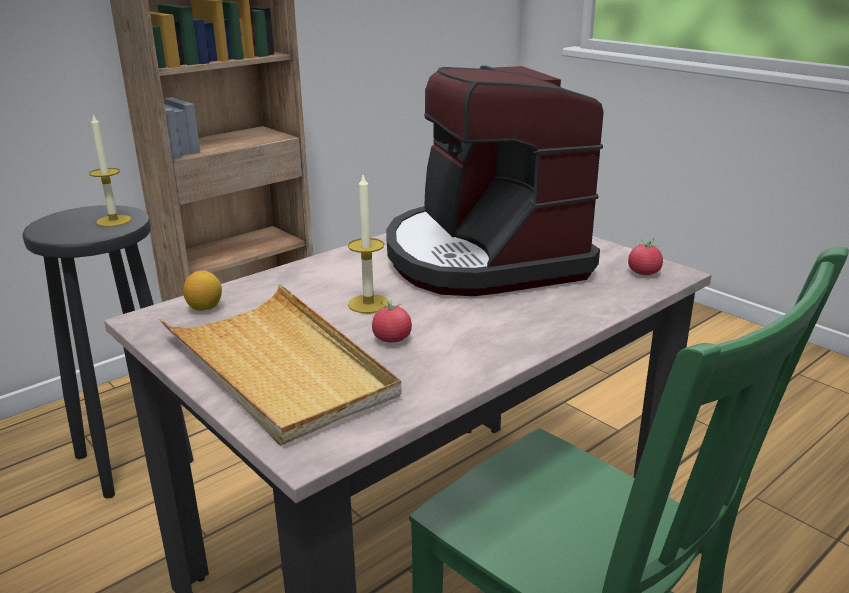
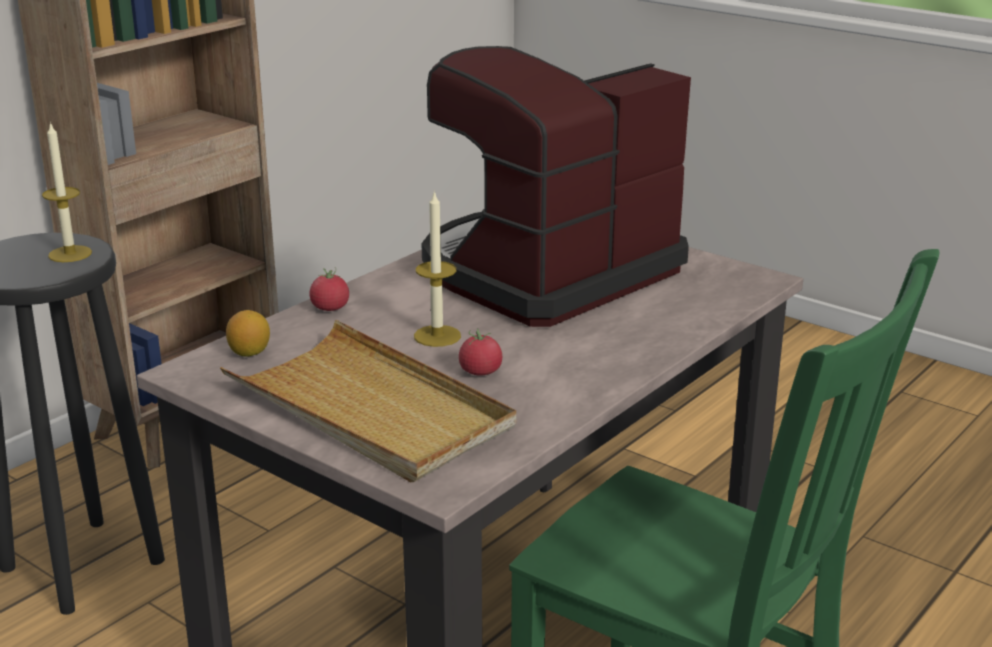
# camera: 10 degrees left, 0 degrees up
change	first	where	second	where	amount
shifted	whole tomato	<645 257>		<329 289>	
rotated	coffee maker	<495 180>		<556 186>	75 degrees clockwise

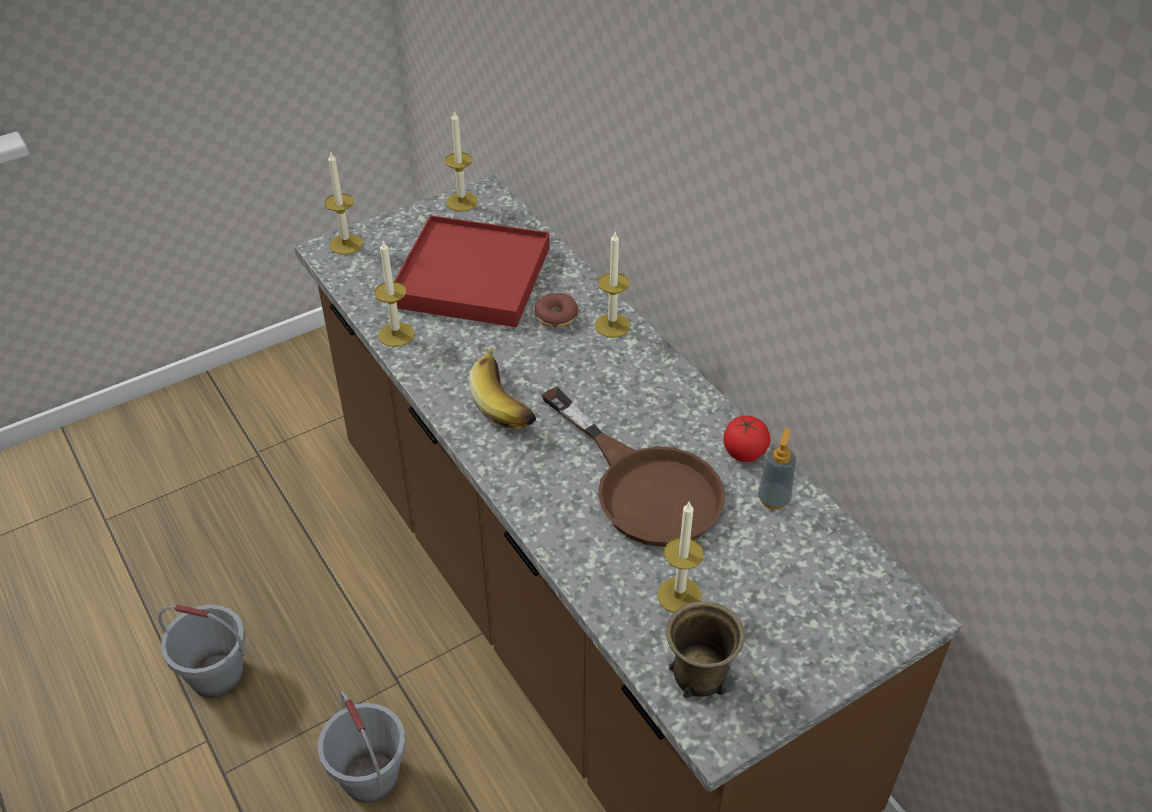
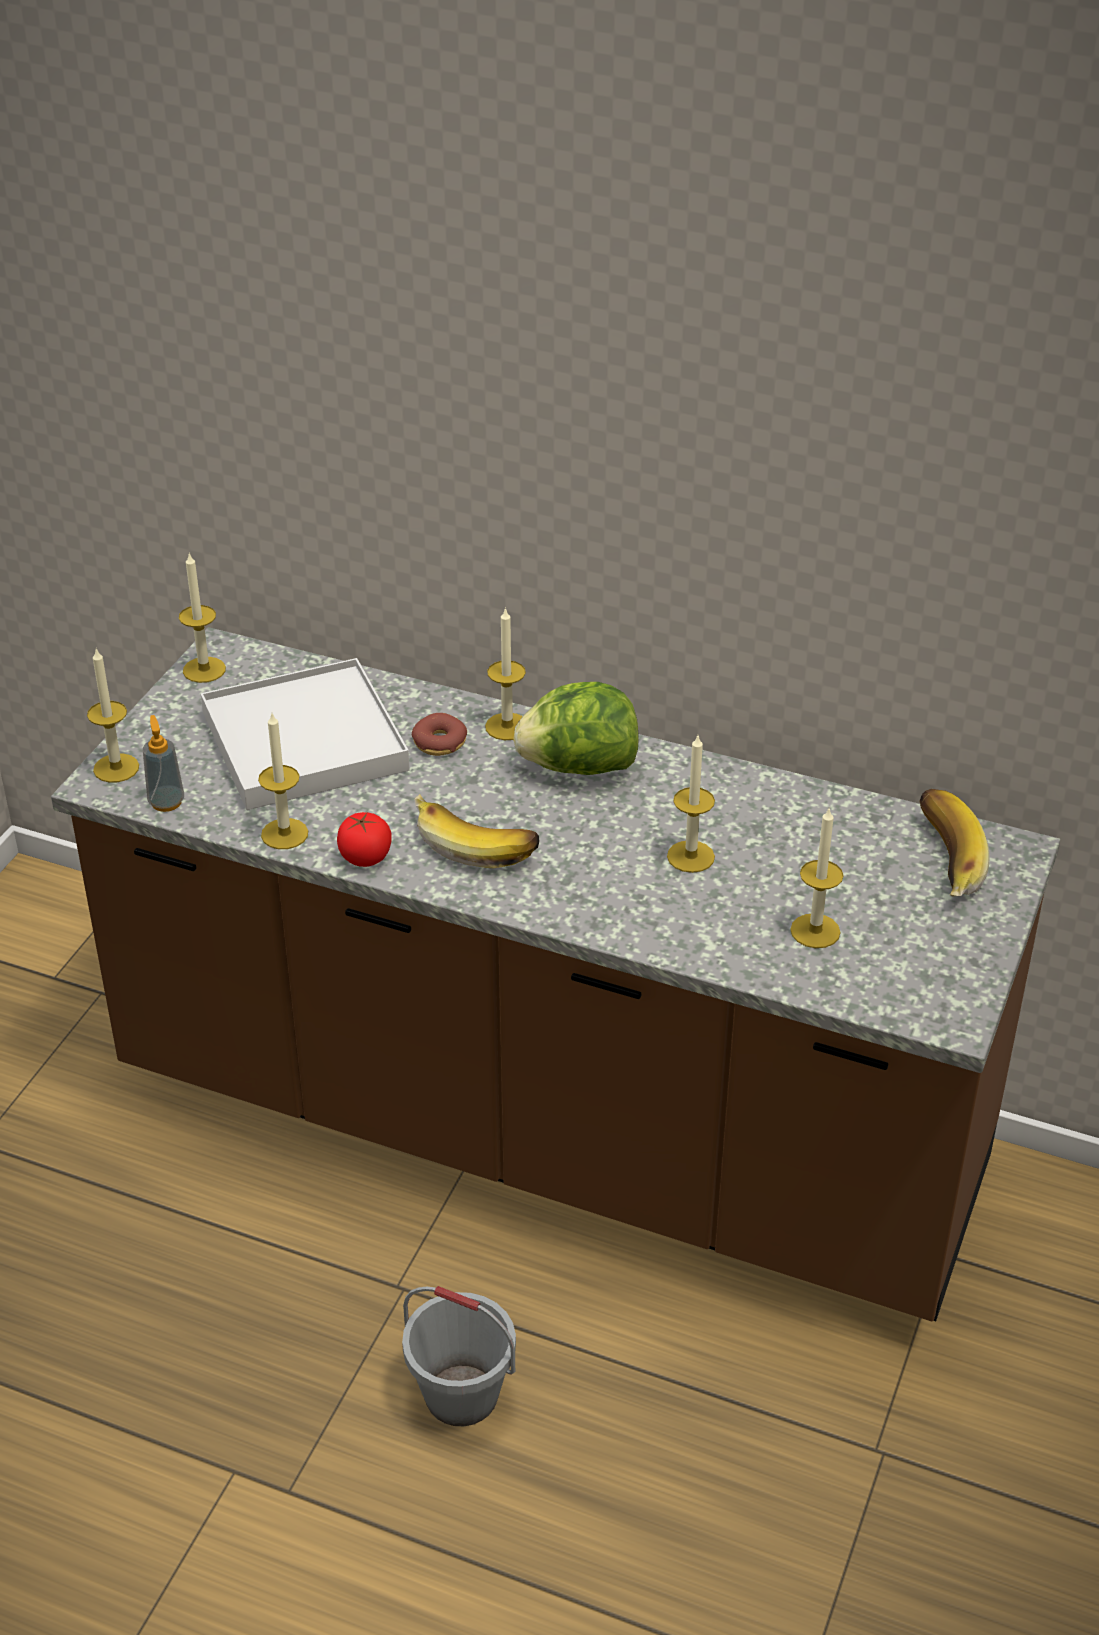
# camera: 35 degrees left, 5 degrees down
change	first	where	second	where	amount
gone	gray bucket	<202 651>			
gone	brownish mug	<705 649>			
new			head of lettuce	<575 728>	
new			banana	<954 843>	
shifted	whole tomato	<747 439>		<364 839>	
shifted	soap dispenser	<777 469>		<163 763>	
swapped	brownish frying pan	<633 467>	wax light	<691 804>	
repainted	red-coloured carrying tray	<472 271>	white-coloured carrying tray	<305 734>	

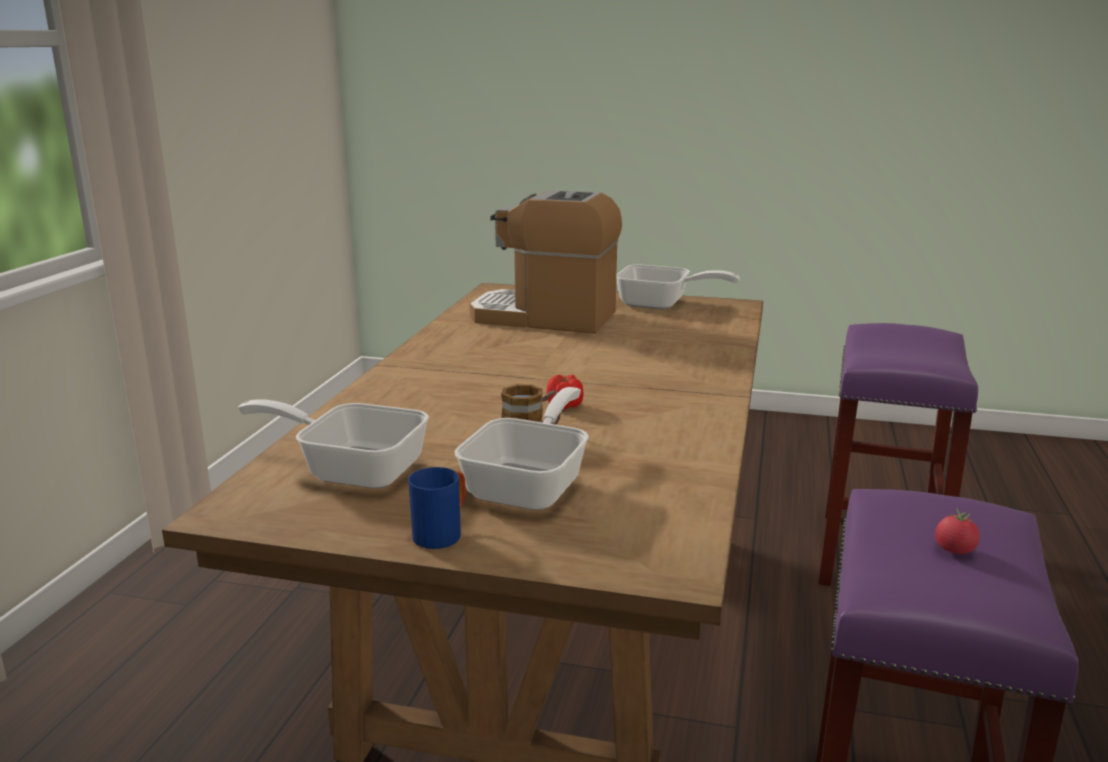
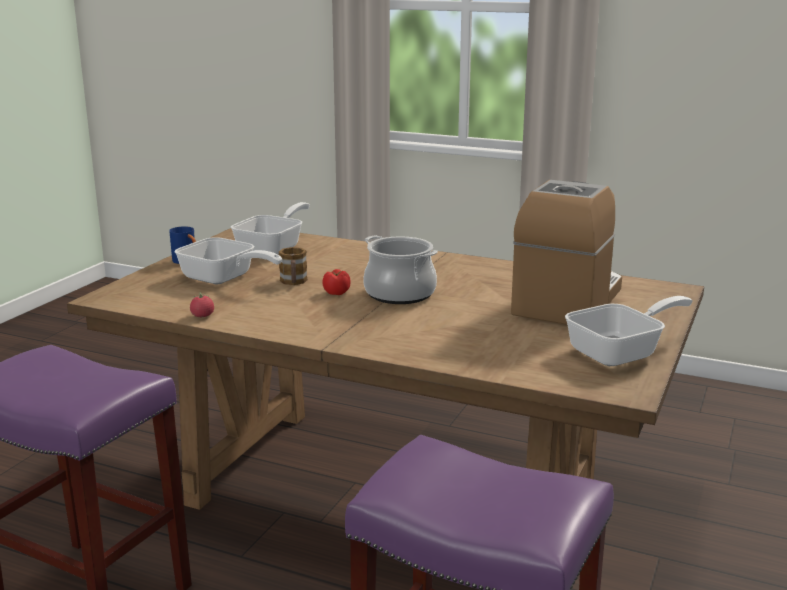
# camera: 100 degrees right, 0 degrees up
change	first	where	second	where	amount
new			cooking pot	<400 269>	
shifted	whole tomato	<957 531>		<202 304>	
rotated	frying pan	<678 286>		<629 331>	150 degrees counterclockwise

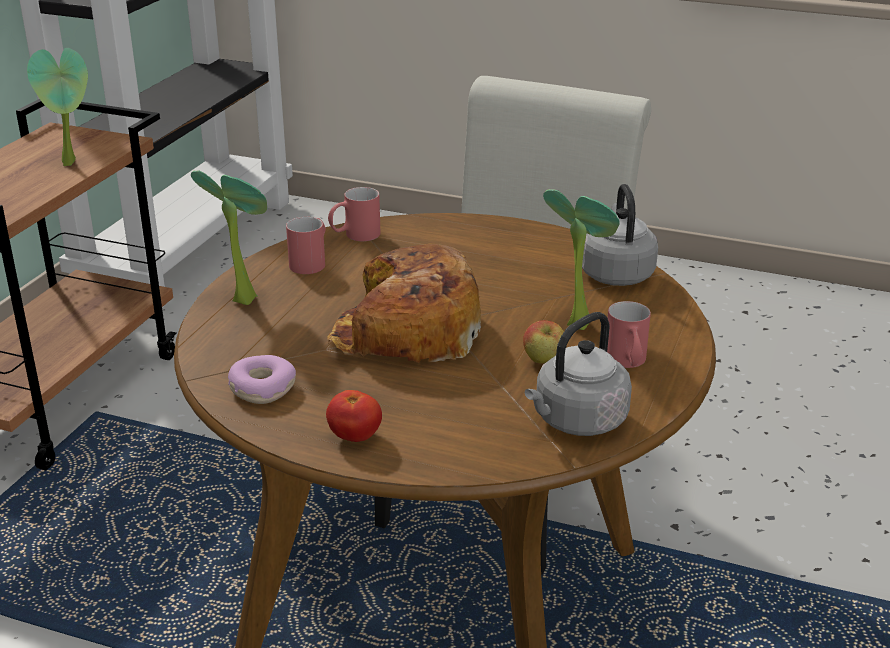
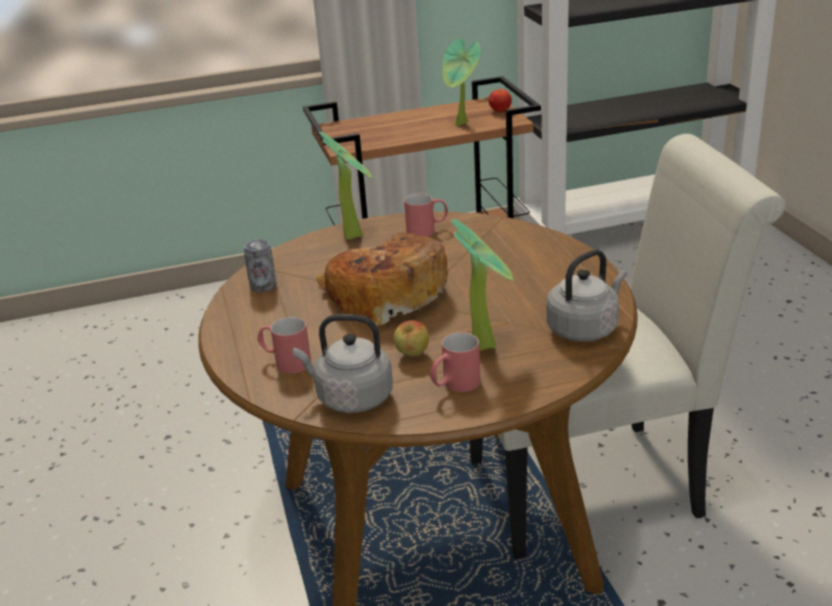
# camera: 55 degrees right, 0 degrees up
change	first	where	second	where	amount
shifted	whole tomato	<354 416>		<500 100>	
shifted	red-coloured mug	<354 214>		<284 345>	
swapped	doughnut	<262 379>	sealed can	<260 265>	

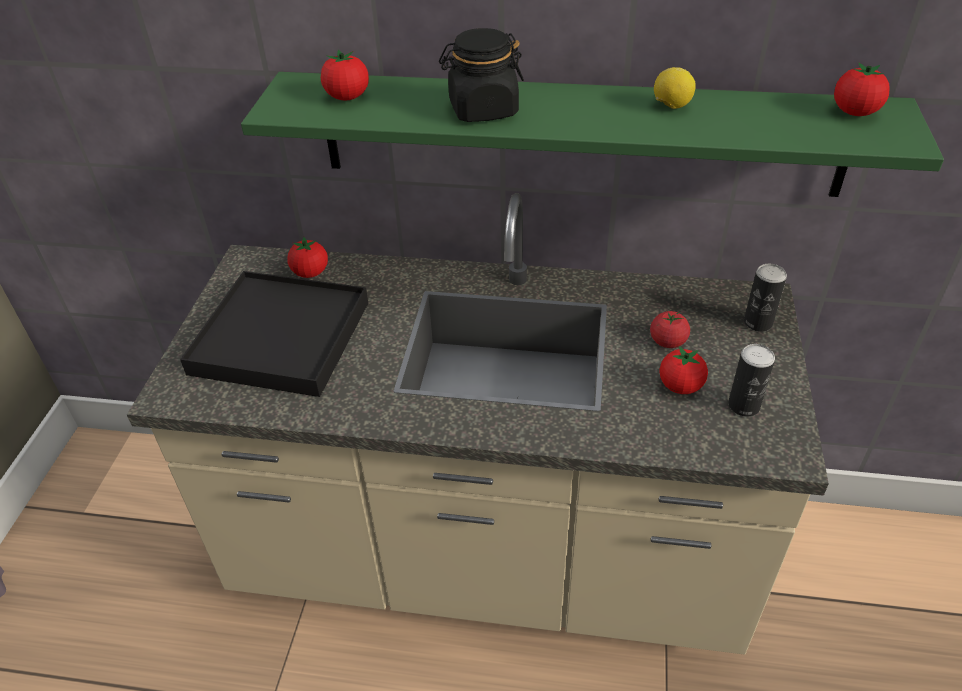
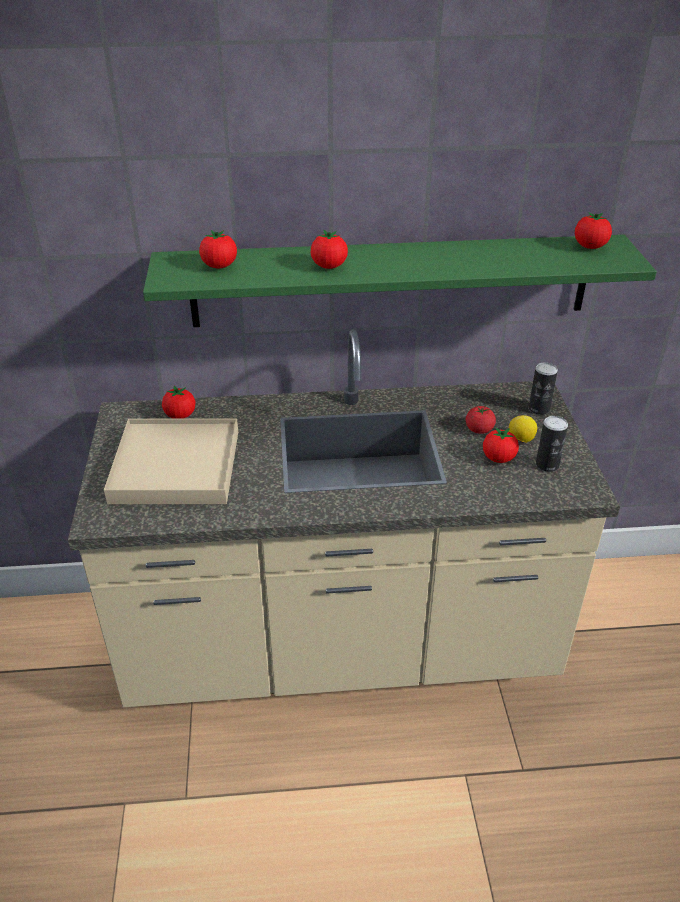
# camera: 15 degrees left, 5 degrees down
change	first	where	second	where	amount
shifted	citrus fruit	<675 88>		<523 429>	
swapped	blackish storage jar	<481 75>	whole tomato	<329 249>	
repainted	blackish carrying tray	<274 334>	sand-coloured carrying tray	<171 461>	

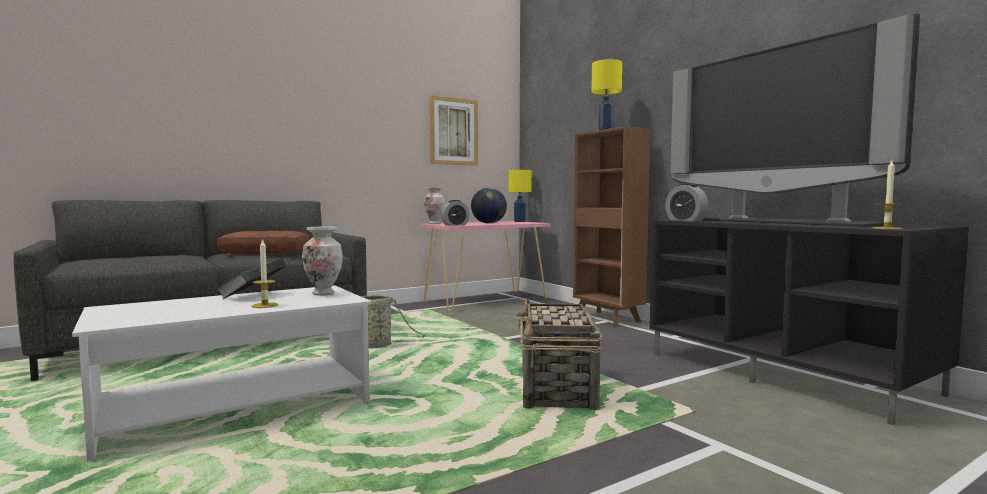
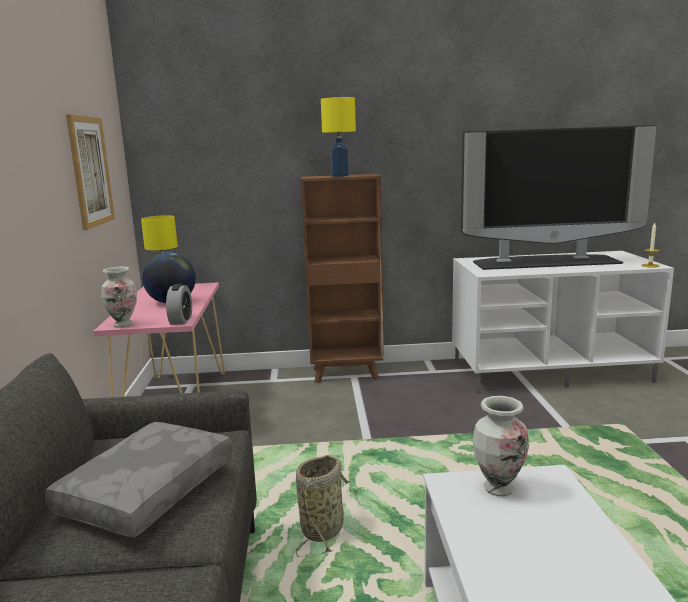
# camera: 60 degrees left, 10 degrees up
change	first	where	second	where	amount
gone	book	<251 278>			
gone	wax light	<265 273>			
gone	household basket	<558 353>			
gone	table clock	<686 202>			
repainted	brownish cushion	<263 242>	gray cushion	<139 479>	
repainted	blackish media console	<809 322>	white-coloured media console	<563 322>	

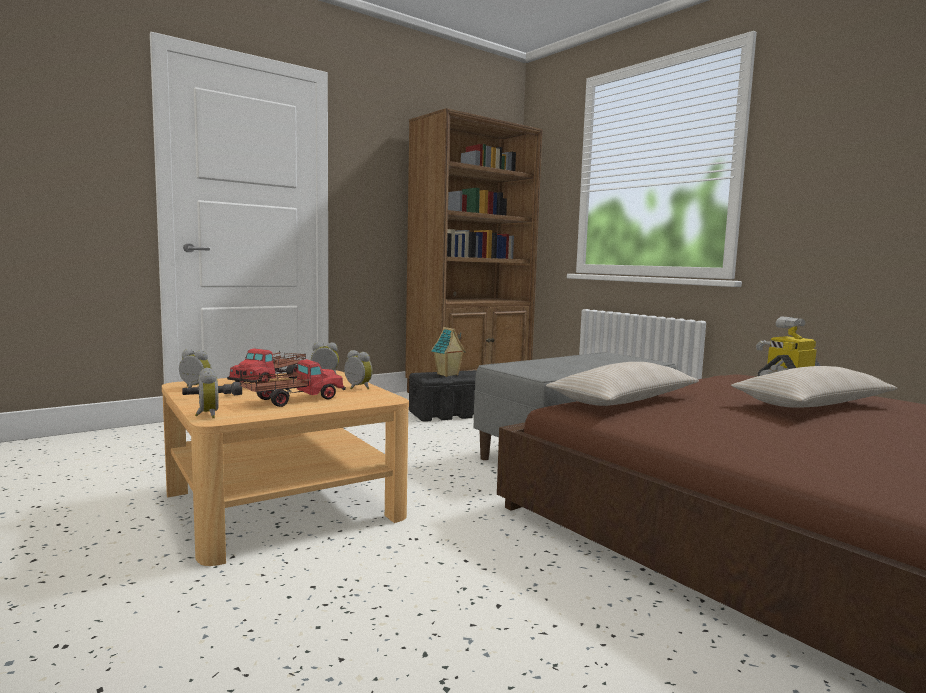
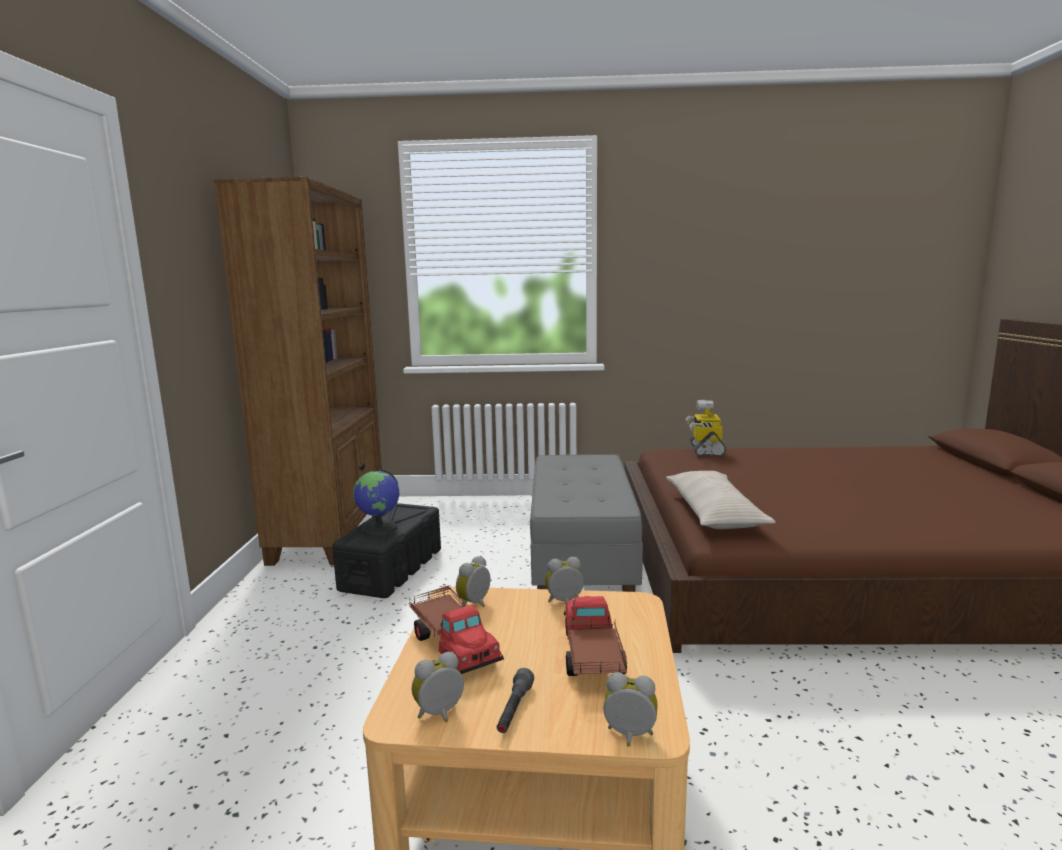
# camera: 50 degrees left, 5 degrees up
change	first	where	second	where	amount
gone	sand-coloured cushion	<814 387>			
swapped	miniature house	<448 352>	desk globe	<376 503>	

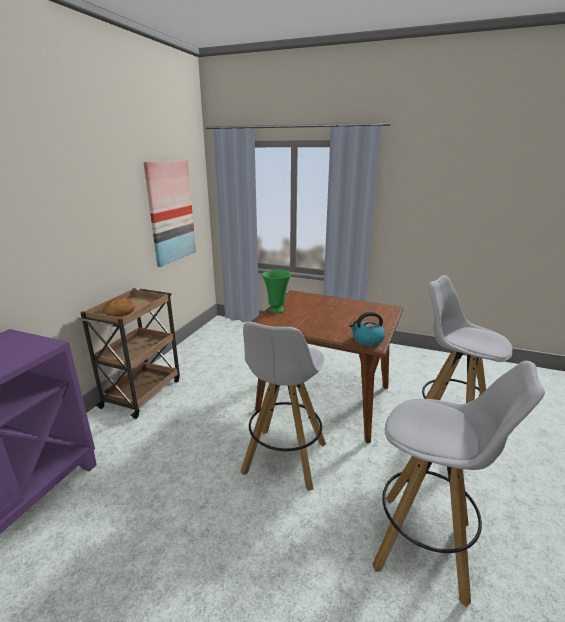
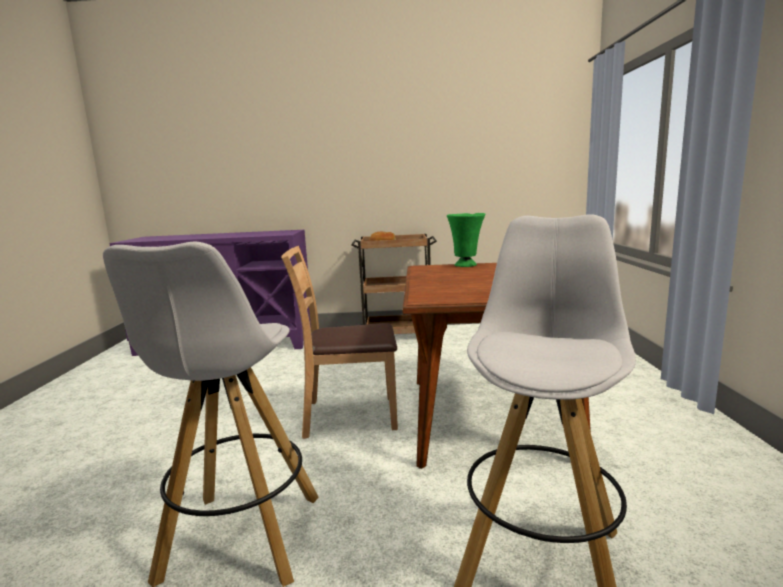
# camera: 70 degrees right, 10 degrees down
change	first	where	second	where	amount
gone	picture	<170 213>			
gone	kettle	<367 329>			
swapped	white-coloured stool seat	<283 406>	brownish chair	<339 342>	

